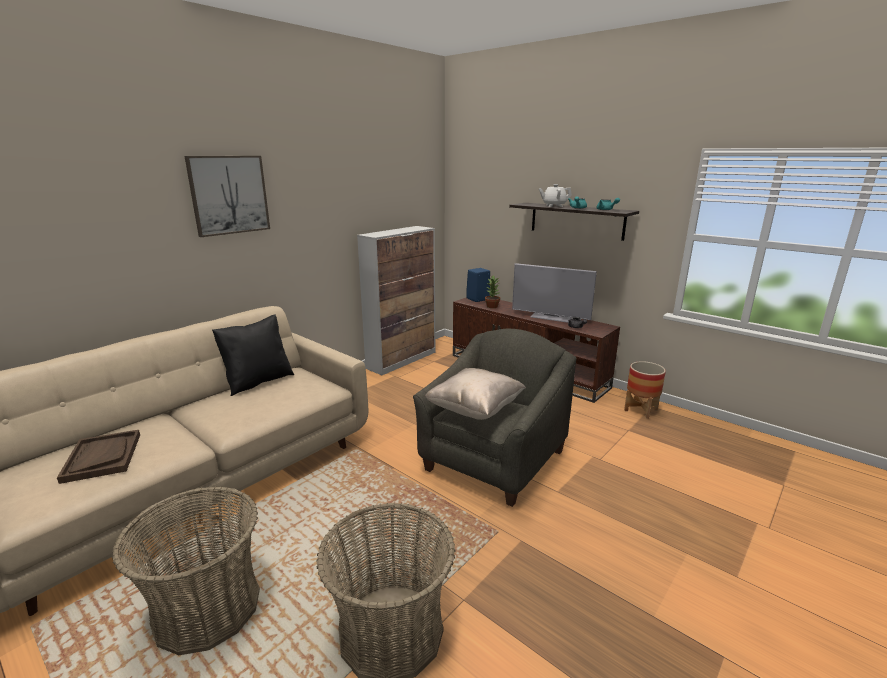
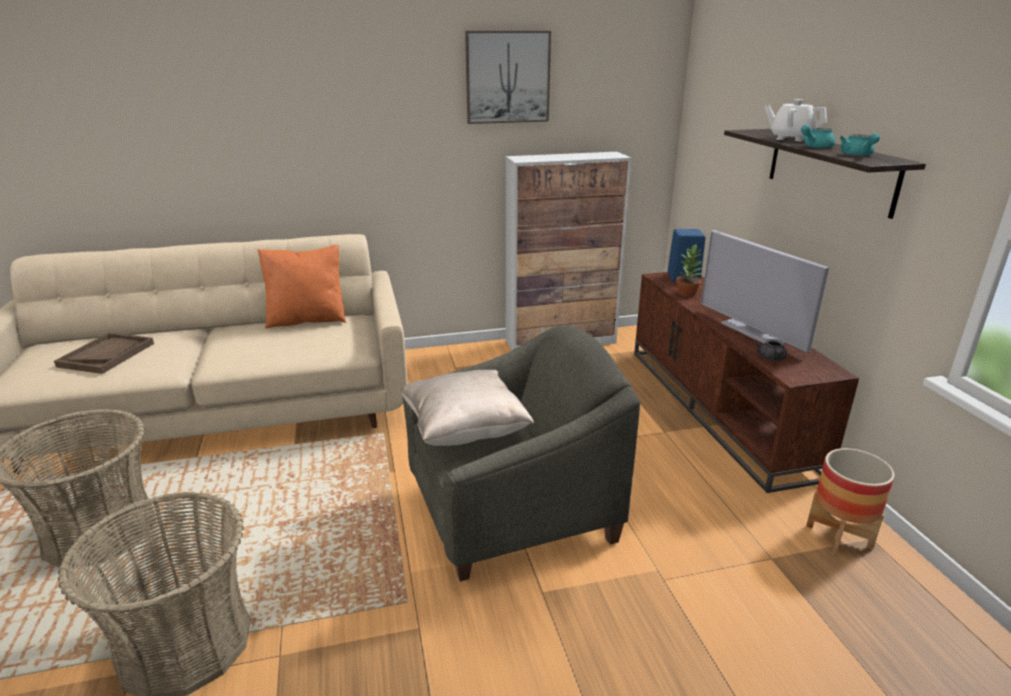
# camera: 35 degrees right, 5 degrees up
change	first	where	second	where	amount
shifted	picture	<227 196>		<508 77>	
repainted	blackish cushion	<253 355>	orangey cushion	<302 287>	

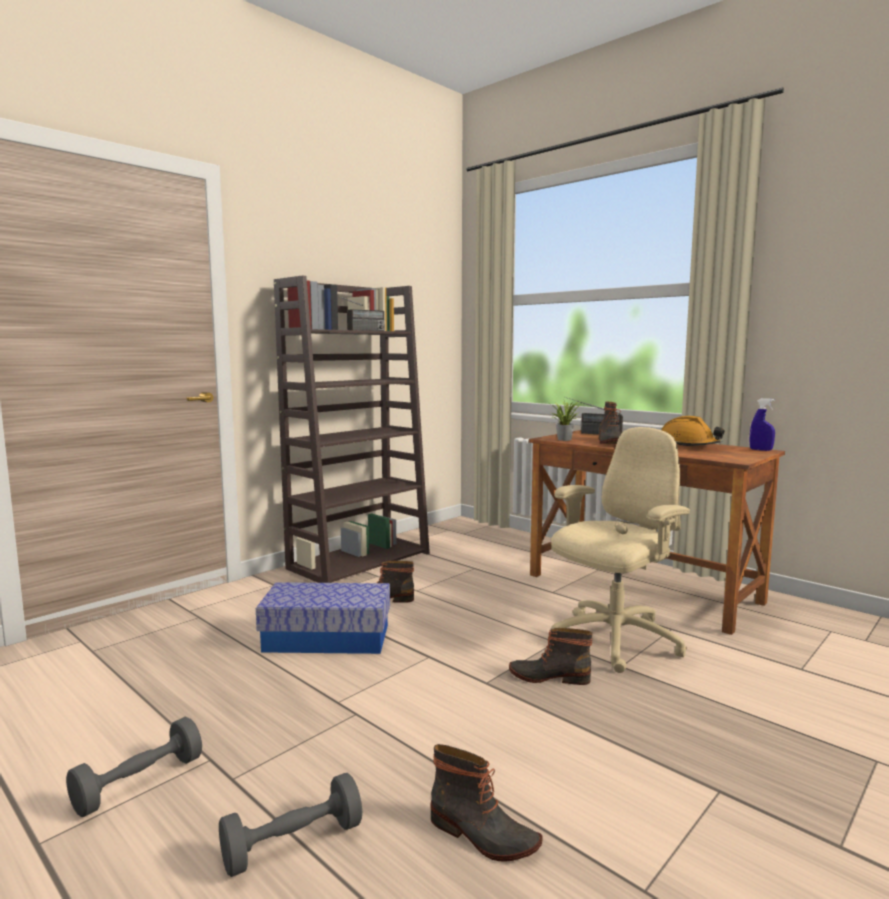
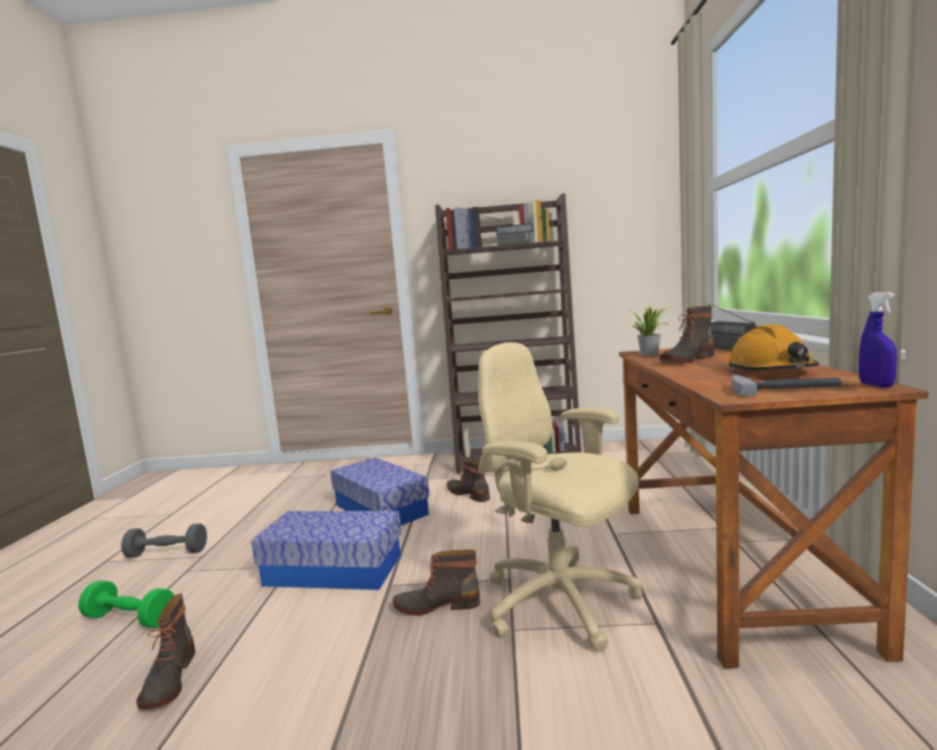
# camera: 50 degrees right, 0 degrees up
change	first	where	second	where	amount
new			storage box	<326 550>	
new			tool hammer	<796 385>	
repainted	gray hand weight	<290 825>	green hand weight	<126 604>	
rotated	high-top boot	<551 656>		<436 583>	60 degrees counterclockwise
rotated	sand-coloured desk chair	<620 550>		<560 497>	150 degrees counterclockwise

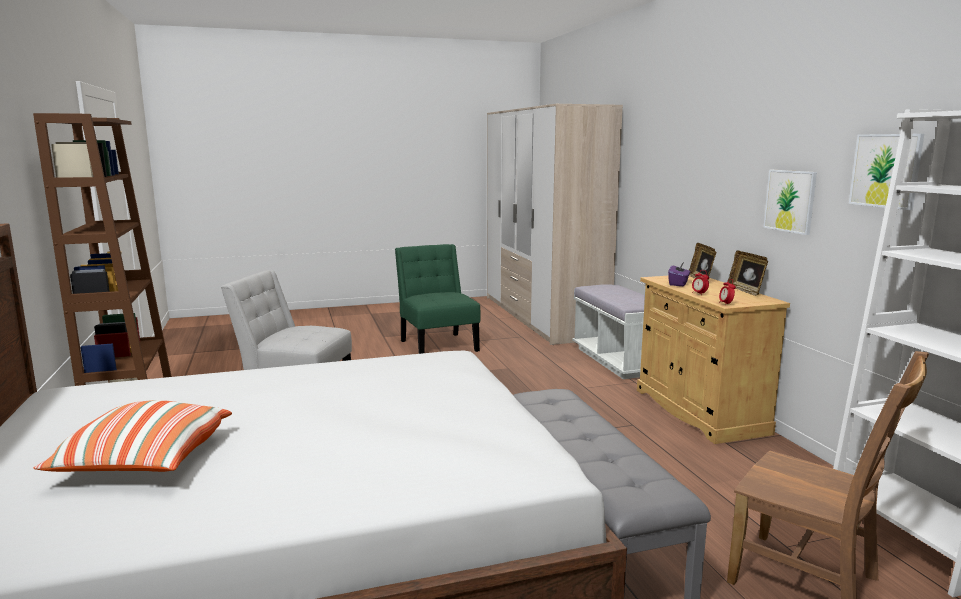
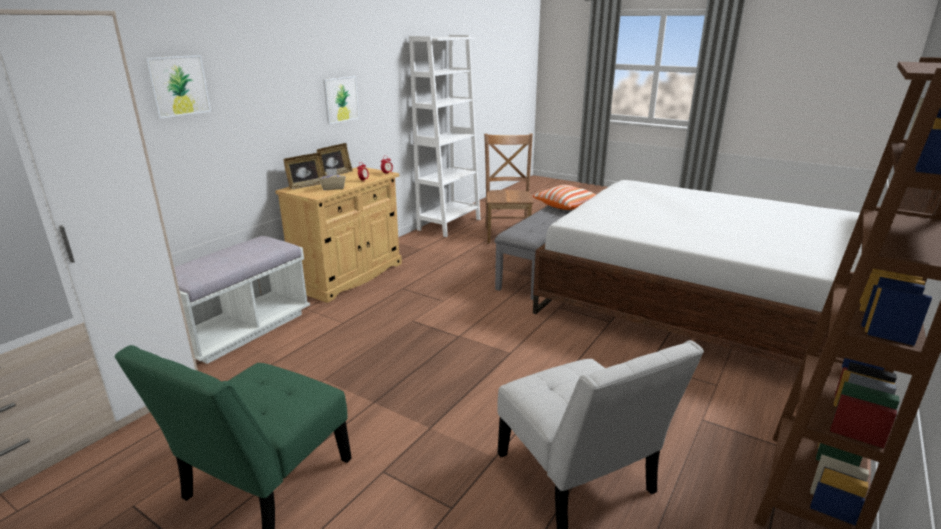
# camera: 130 degrees left, 10 degrees up
change	first	where	second	where	amount
shifted	cushion	<133 436>		<564 197>	
shifted	picture	<886 172>		<177 87>	
repainted	purple-coloured tissue holder	<679 273>	sand-coloured tissue holder	<332 179>	

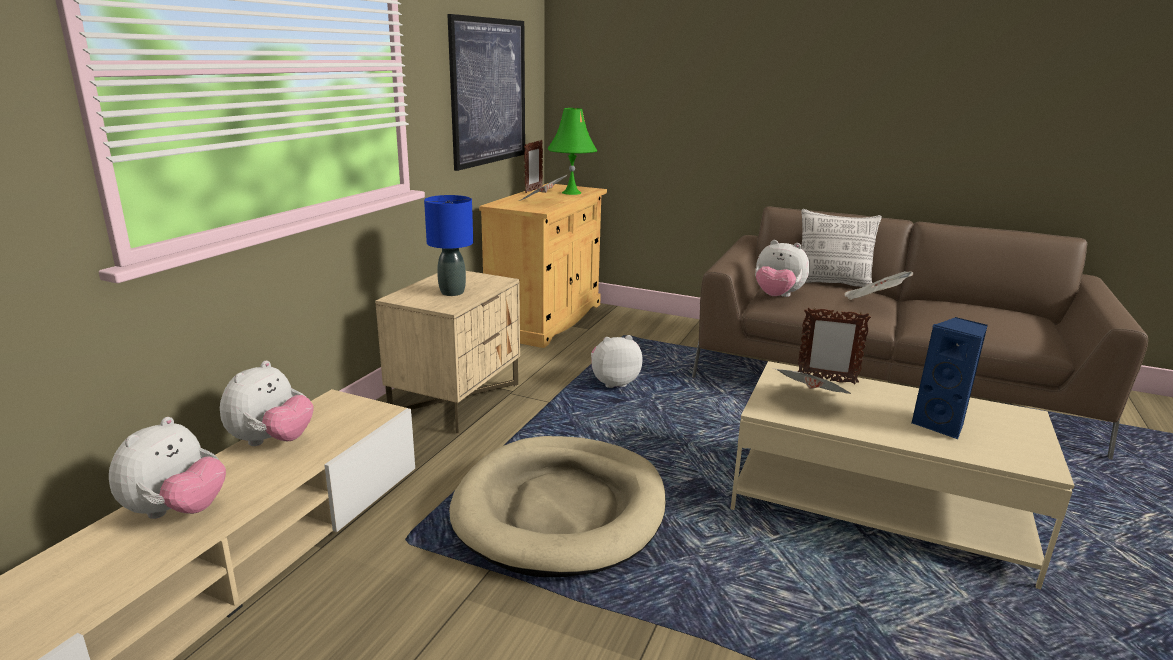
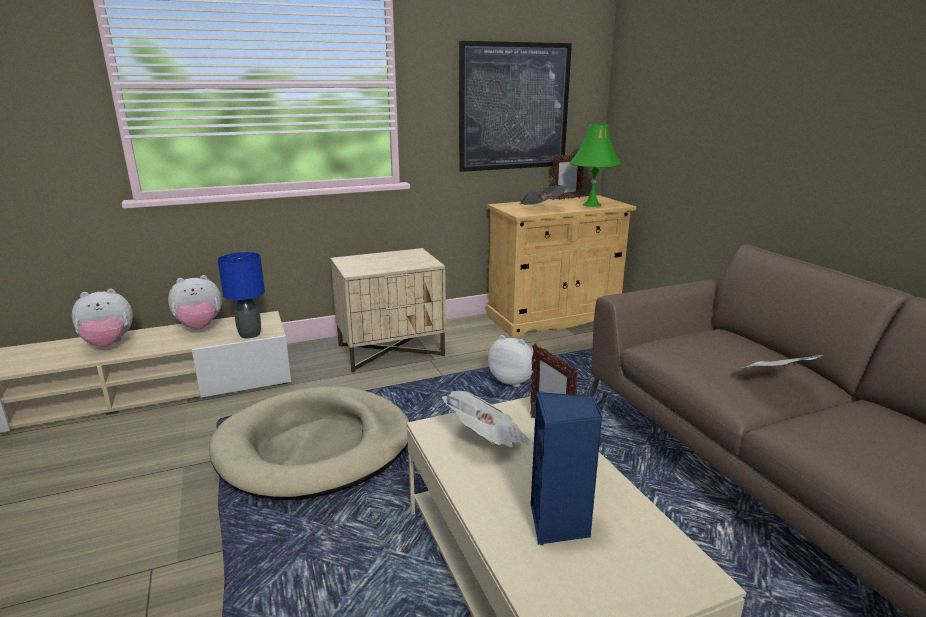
# camera: 45 degrees right, 0 degrees up
change	first	where	second	where	amount
gone	cuddly toy	<782 268>			
gone	cushion	<841 248>			
shifted	blue-coloured lamp for a table	<448 245>		<241 295>	

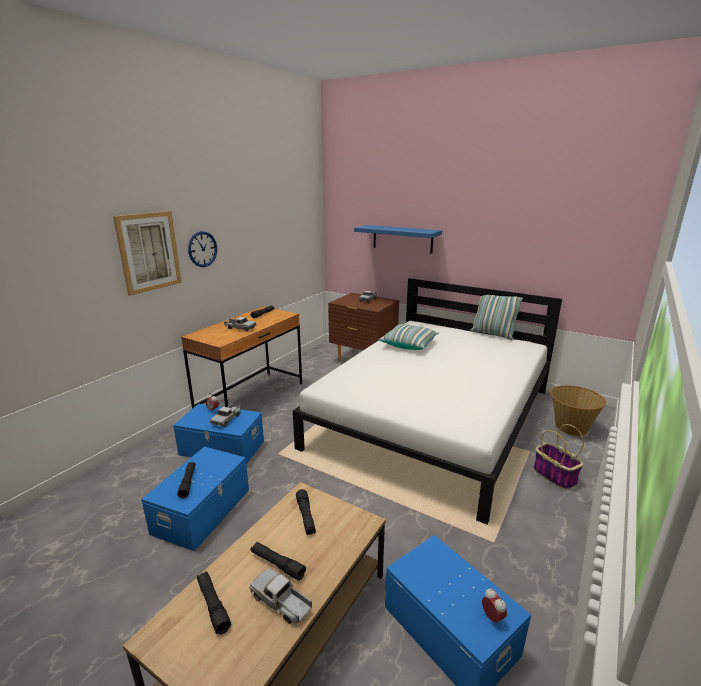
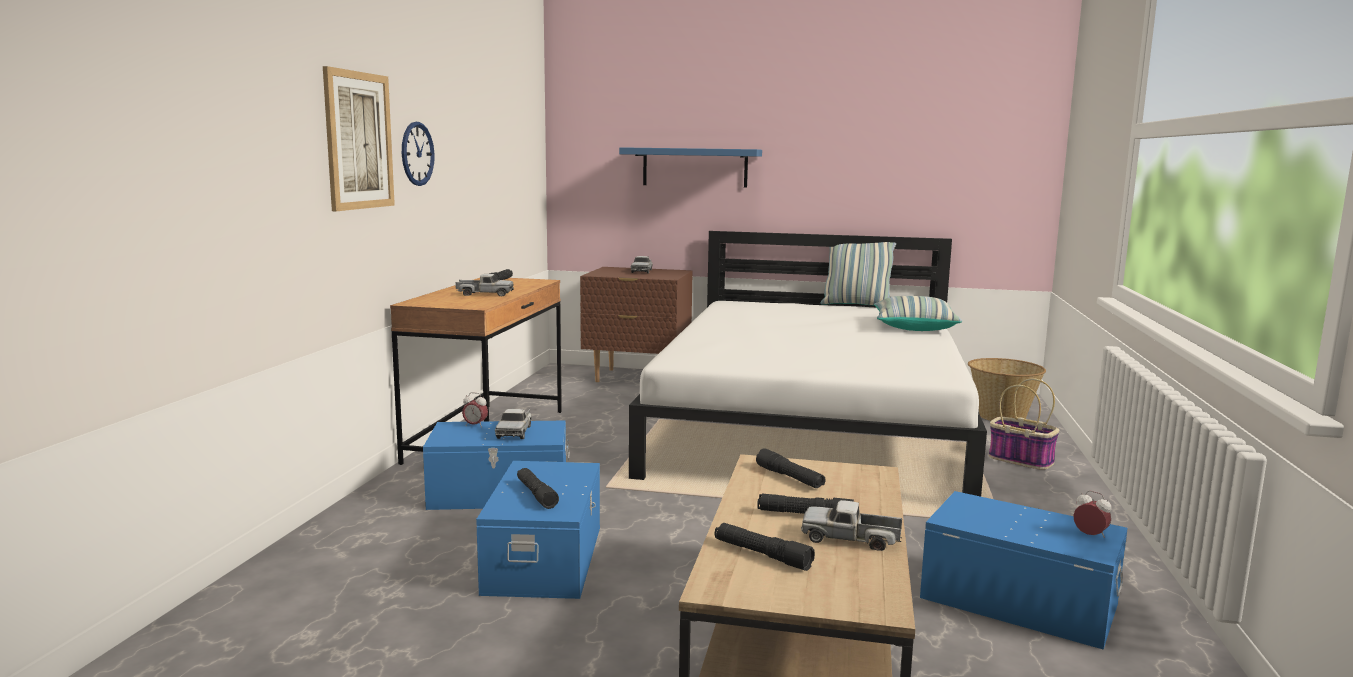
# camera: 20 degrees left, 10 degrees down
change	first	where	second	where	amount
shifted	cushion	<408 337>		<918 313>	

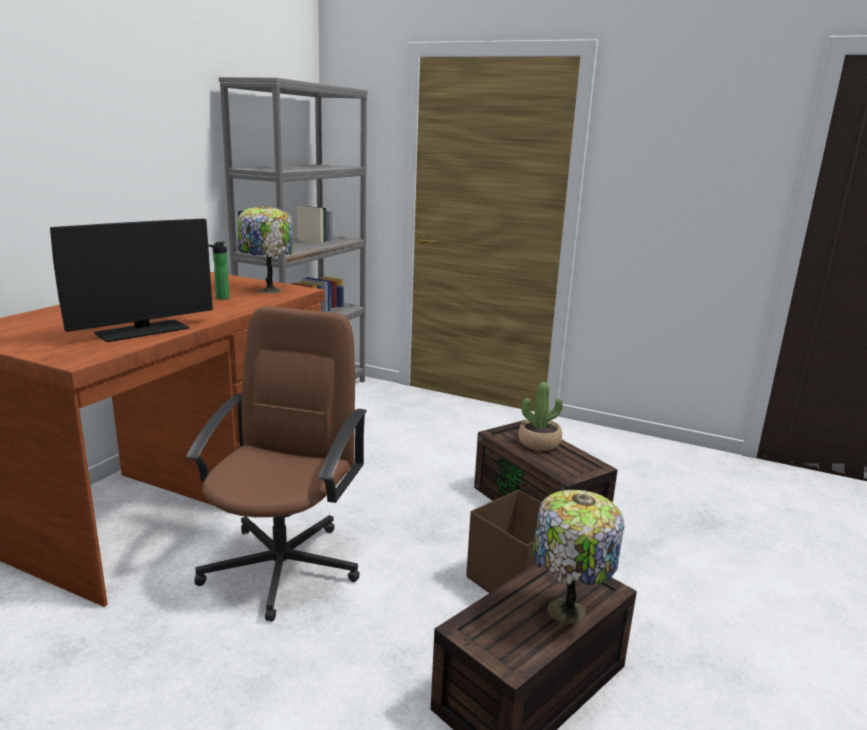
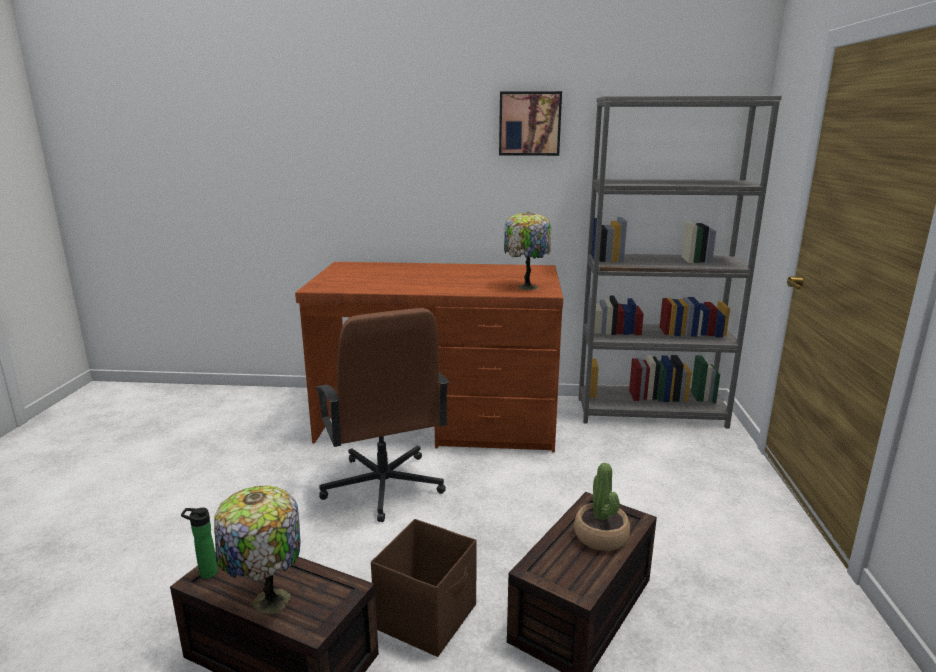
# camera: 70 degrees right, 0 degrees up
change	first	where	second	where	amount
gone	computer screen	<131 280>			
new			picture	<530 123>	
shifted	beverage bottle	<218 270>		<199 543>	
rotated	brownish desk chair	<276 464>		<382 415>	75 degrees clockwise

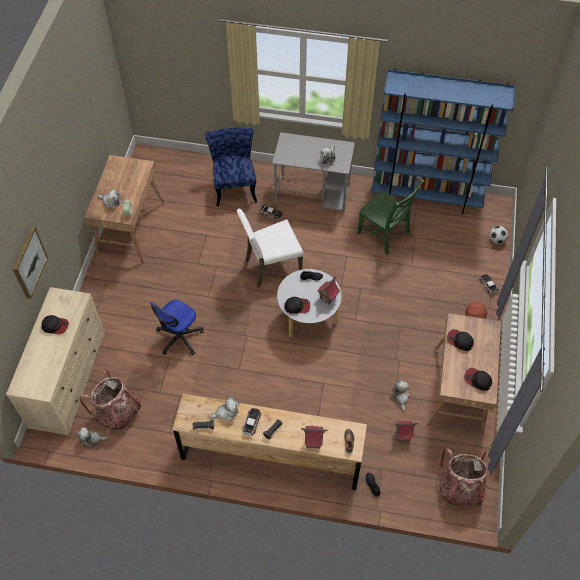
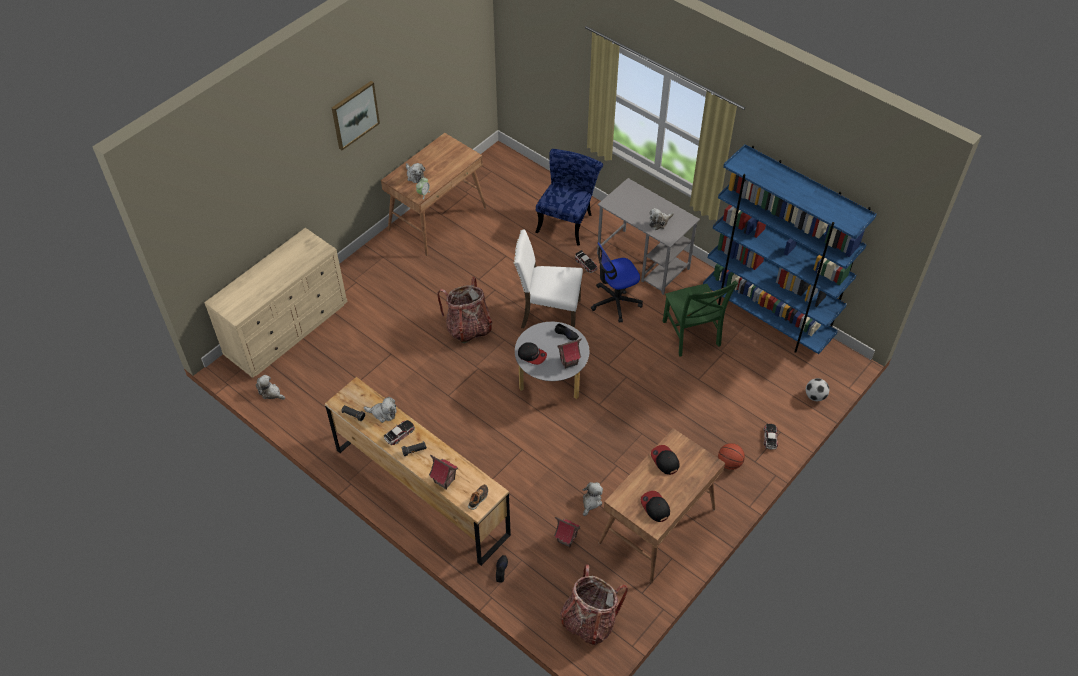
# camera: 30 degrees right, 5 degrees down
change	first	where	second	where	amount
gone	peaked cap	<55 324>			
shifted	picture	<30 262>		<356 115>	
shifted	rucksack	<110 399>		<465 310>	
shifted	desk chair	<177 327>		<617 282>	

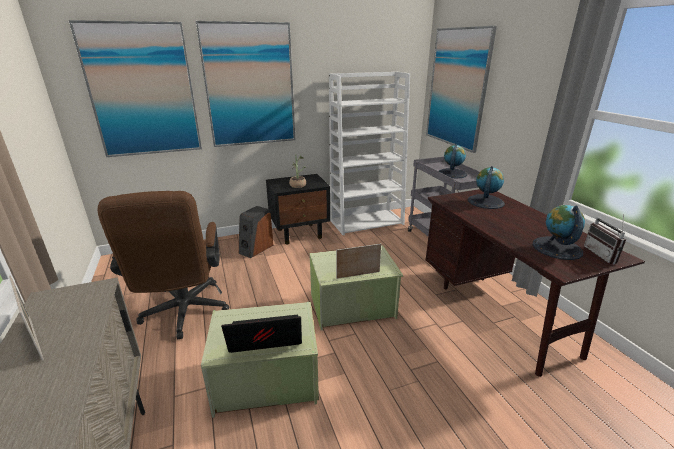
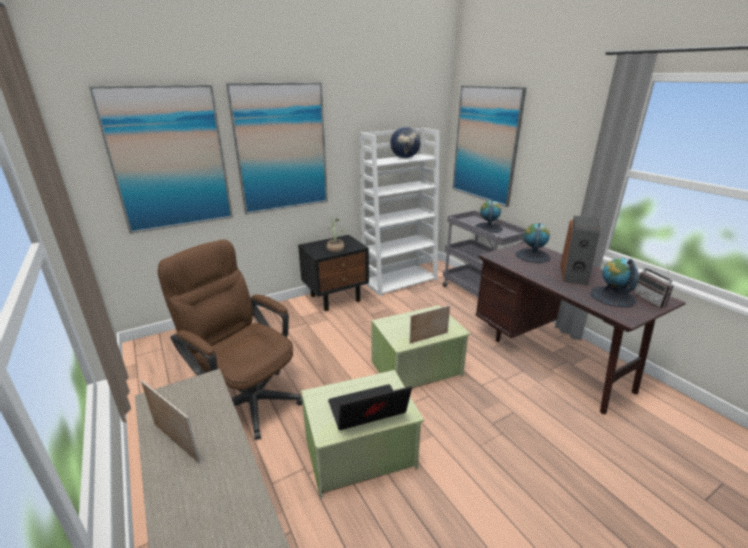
# camera: 10 degrees left, 0 degrees up
change	first	where	second	where	amount
new			desk globe	<405 142>	
shifted	speaker	<256 232>		<580 251>	
rotated	brownish desk chair	<163 265>		<230 339>	150 degrees clockwise

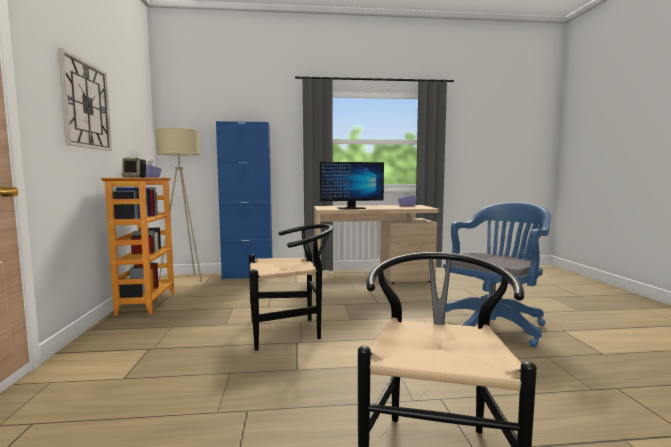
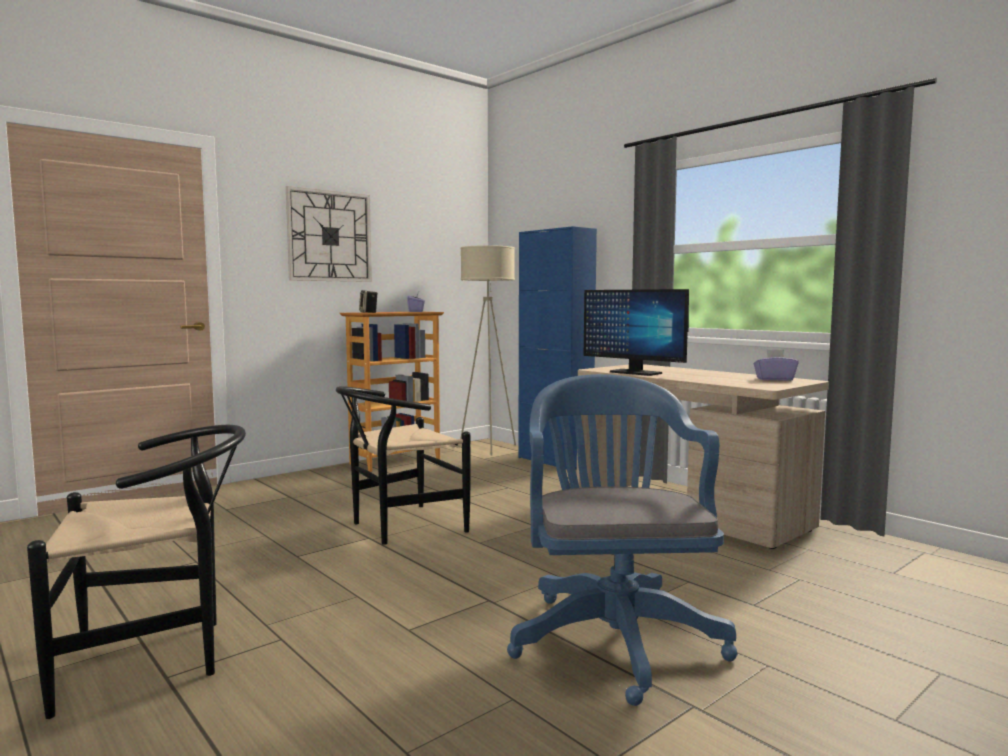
# camera: 55 degrees right, 0 degrees up
change	first	where	second	where	amount
rotated	blackish chair	<291 287>		<403 465>	105 degrees clockwise
rotated	blue-coloured desk chair	<497 274>		<622 540>	105 degrees counterclockwise

